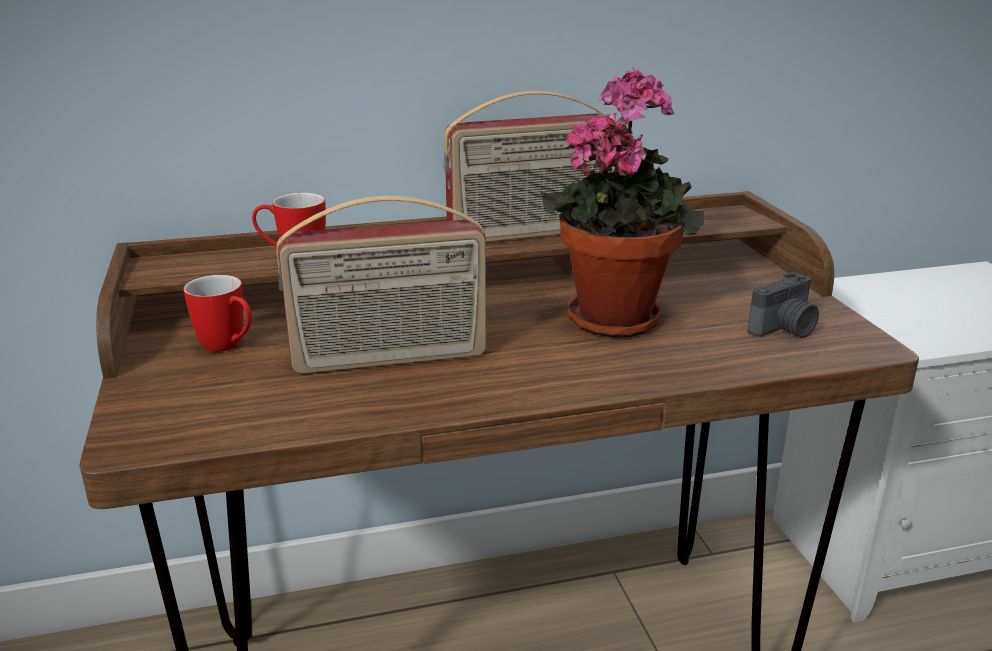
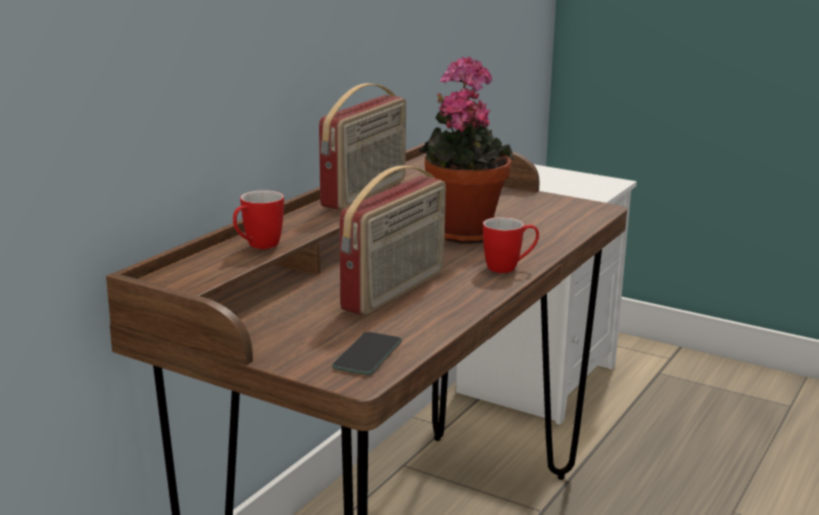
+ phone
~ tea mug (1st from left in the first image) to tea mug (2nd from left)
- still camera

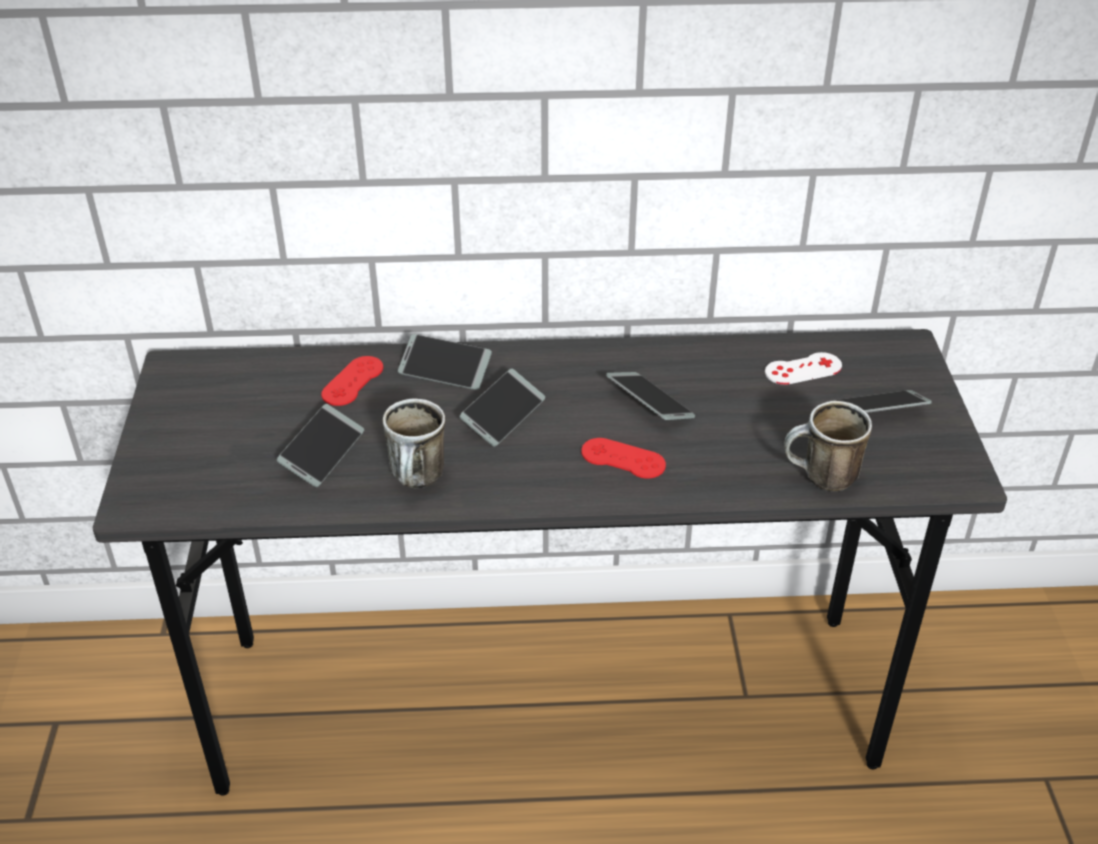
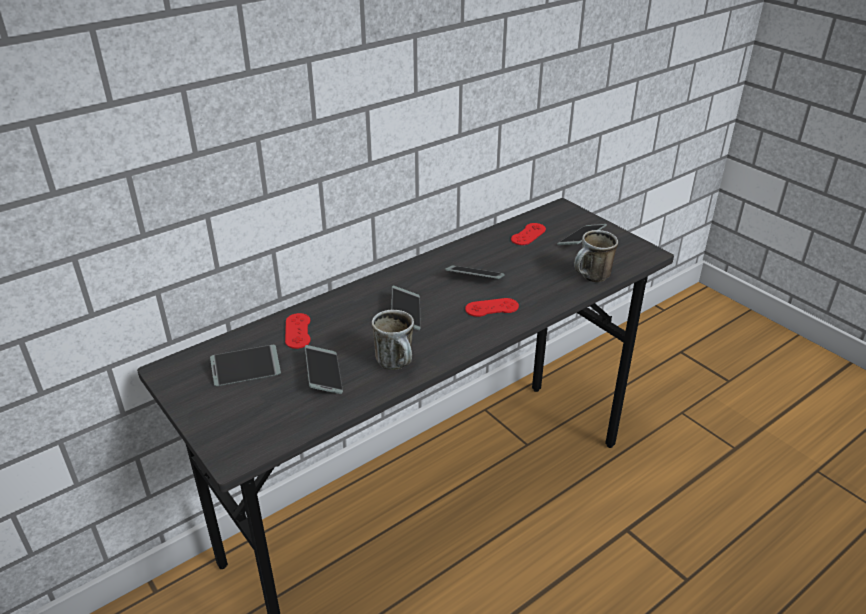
~ phone (2nd from left in the first image) to phone (1st from left)
~ gamepad (white-coloured) to gamepad (reddish) (3rd from left)

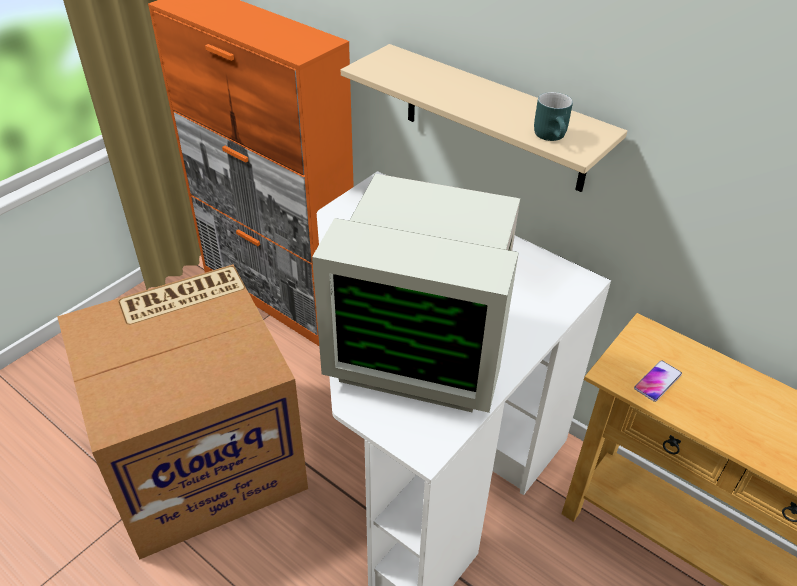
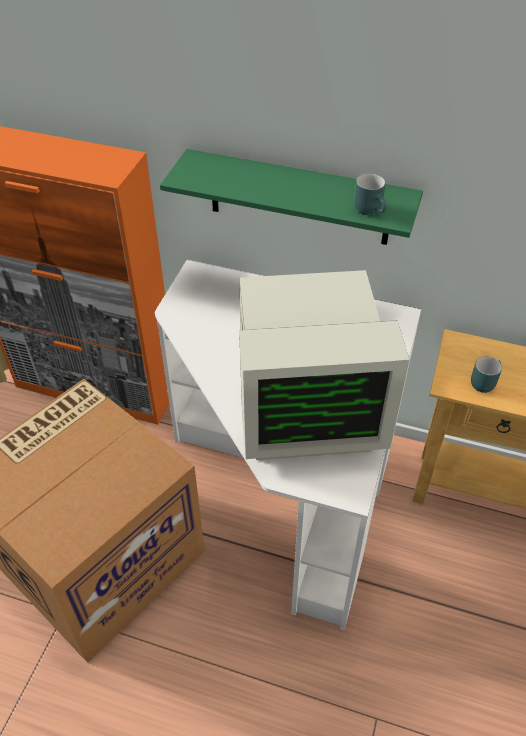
~ shelf (sand-coloured) to shelf (green-coloured)
~ phone to tea mug (turquoise-coloured) (2nd from left)

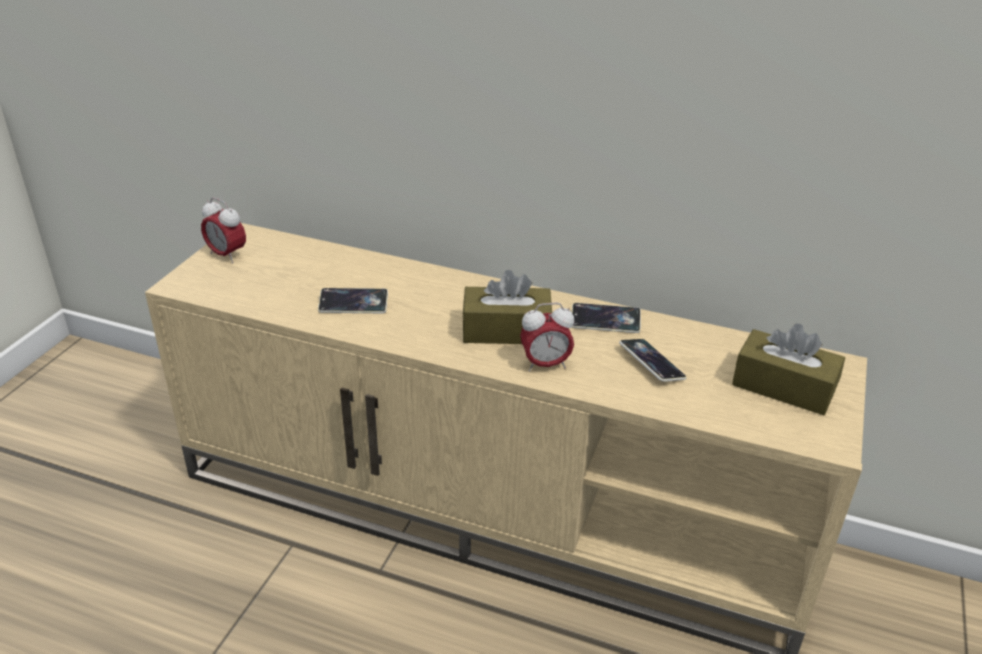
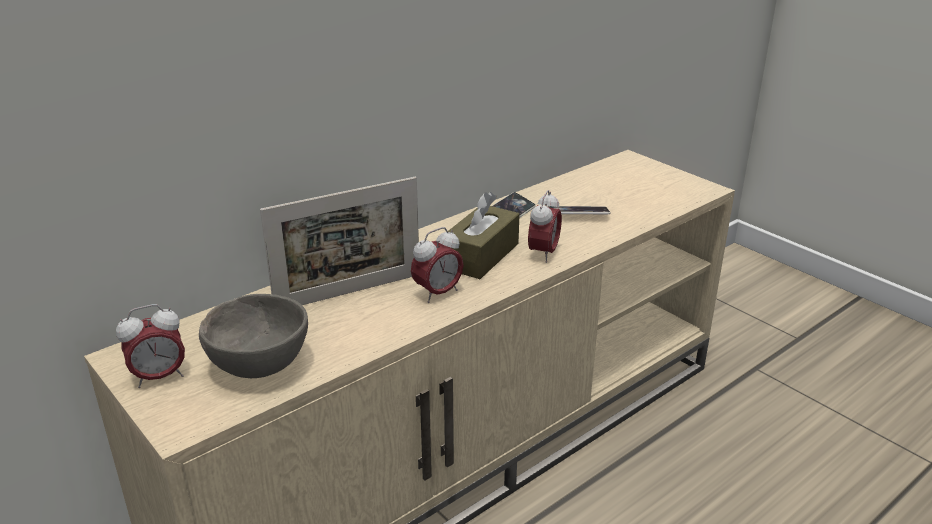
+ serving bowl (greyish)
+ picture frame
+ table clock (2nd from left)
- phone (1st from left)
- tissue box (brown) (2nd from left)

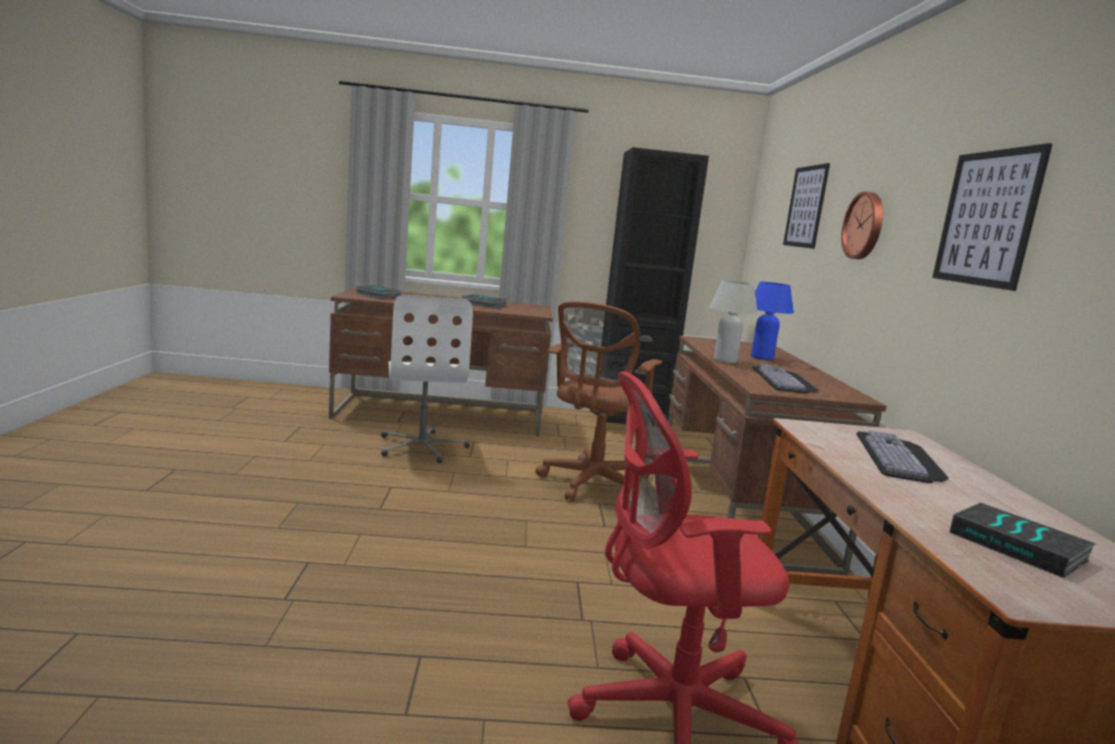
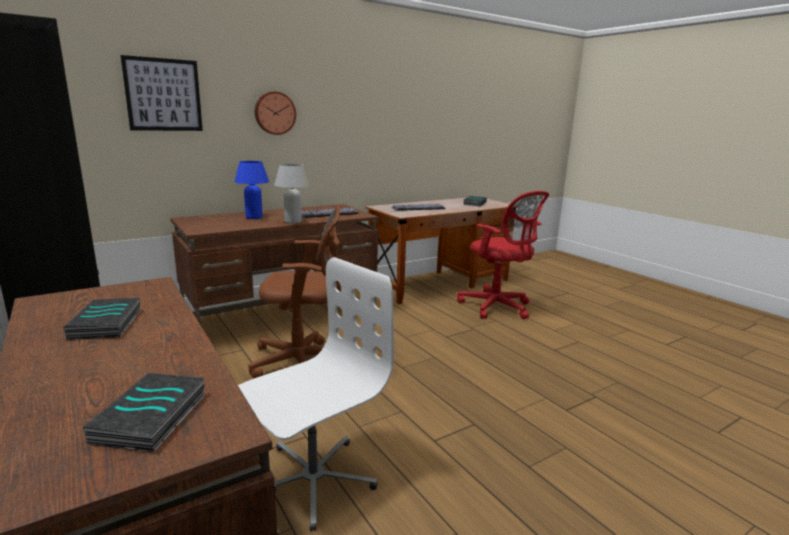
- picture (2nd from left)

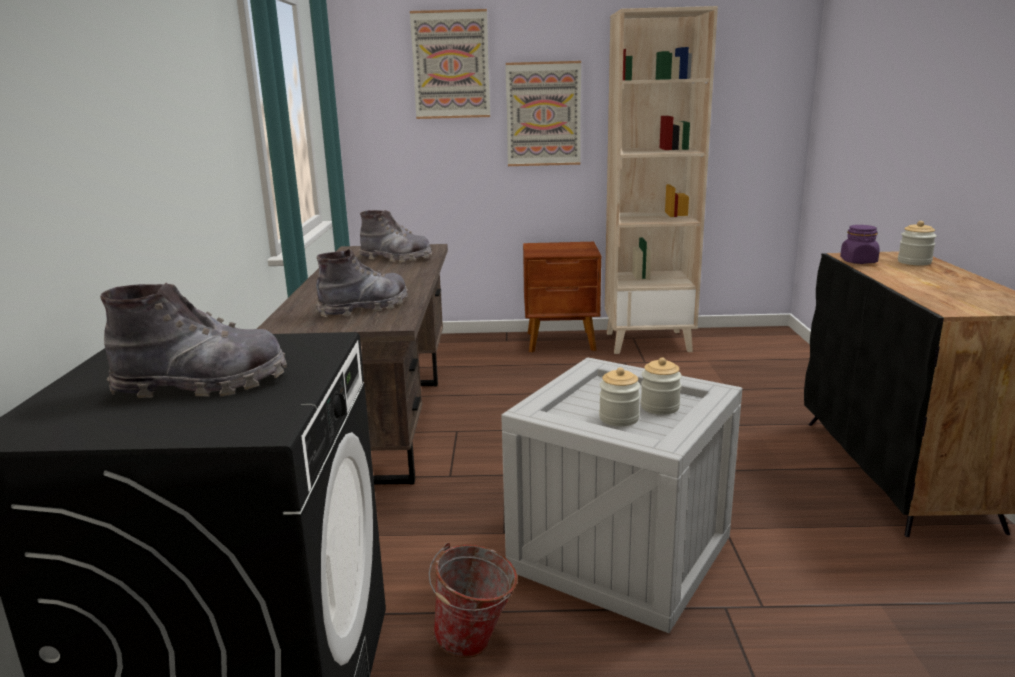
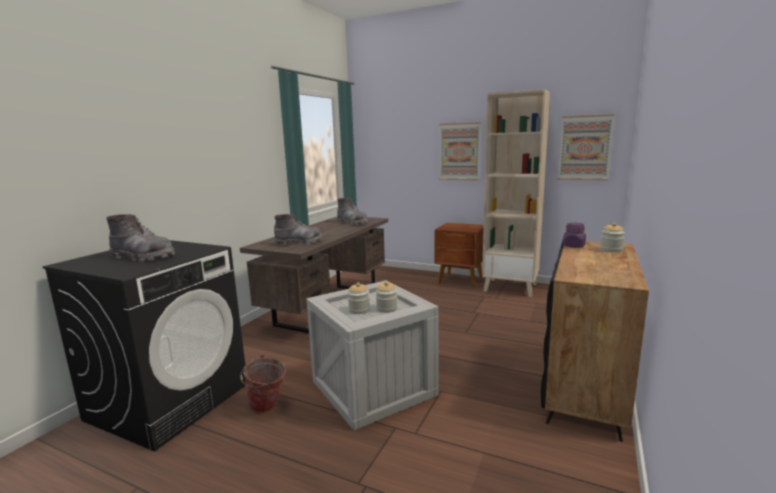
~ picture (1st from left in the first image) to picture (2nd from left)

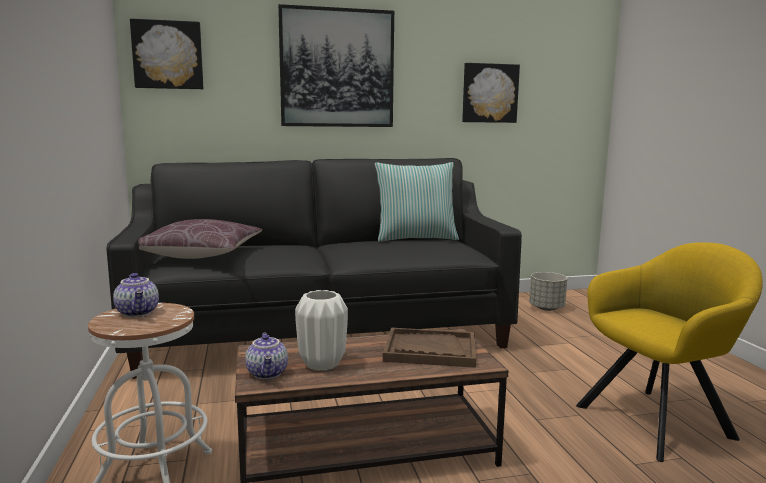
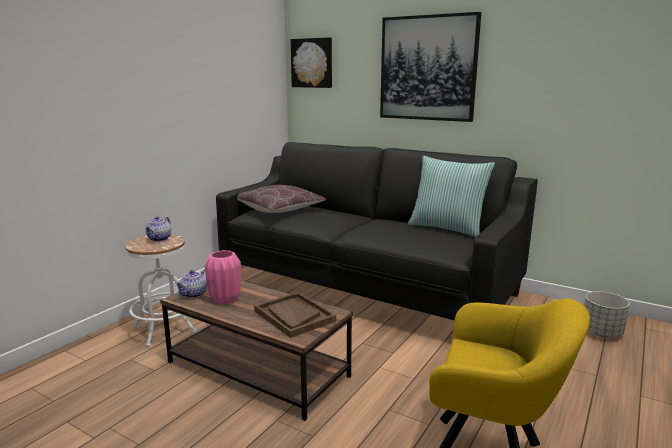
~ decorative vase (white-coloured) to decorative vase (pink)
- picture (3rd from left)

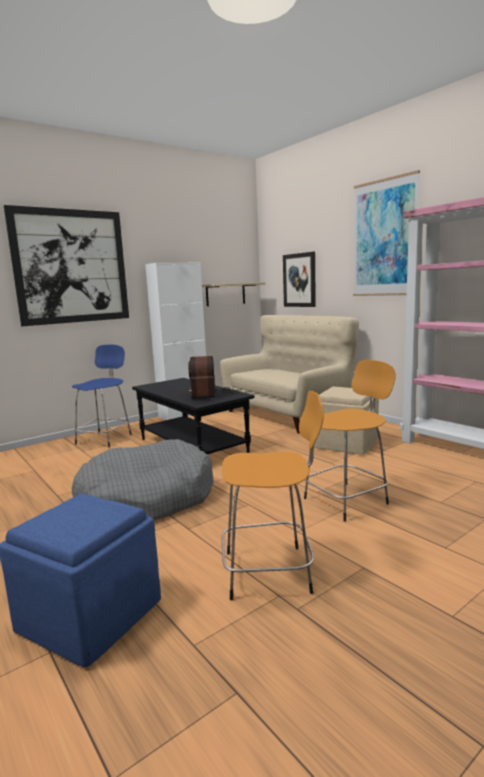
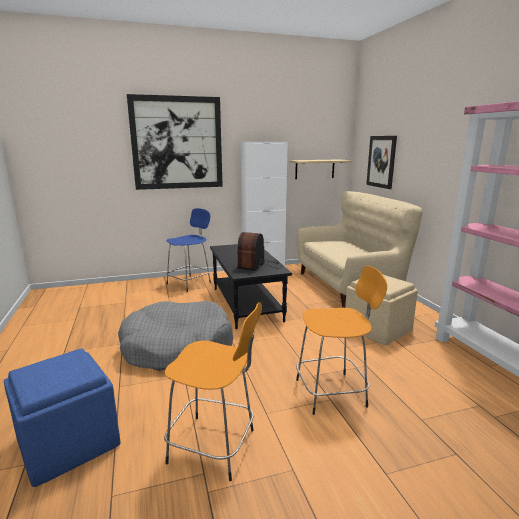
- picture (3rd from left)

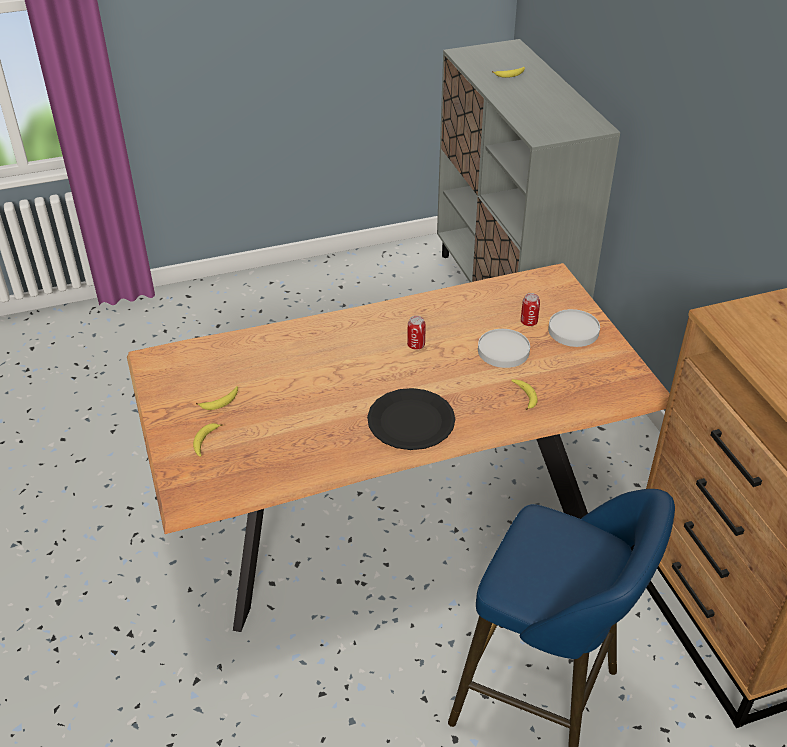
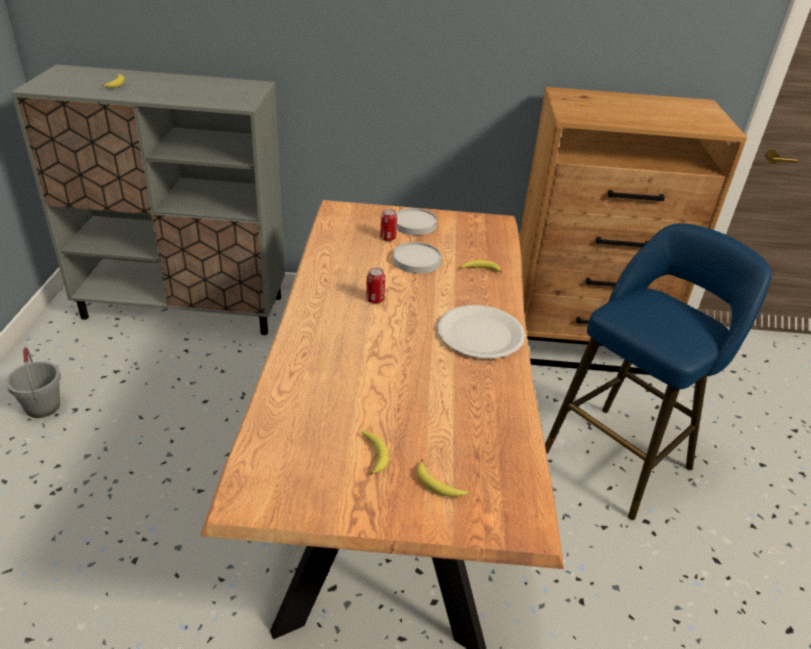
+ pail (greyish)
~ flat dish (black-coloured) to flat dish (white-coloured) (3rd from left)

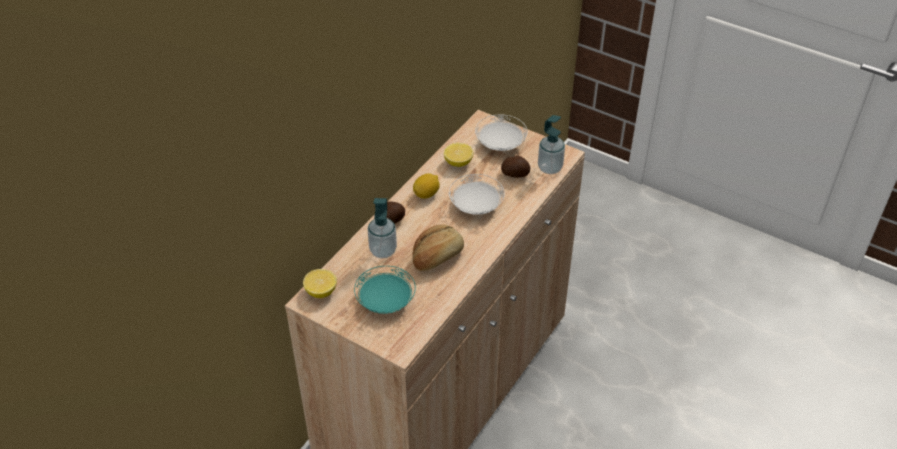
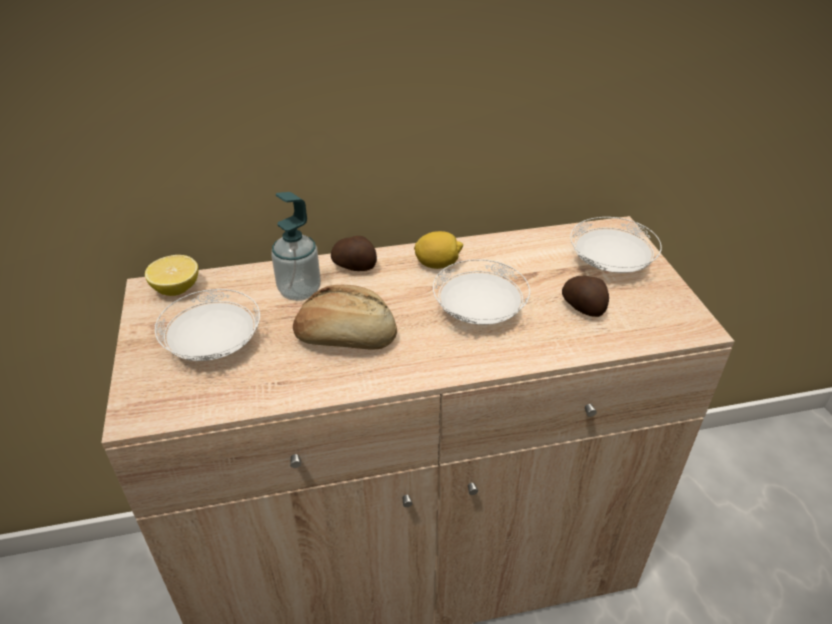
~ flat dish (turquoise-coloured) to flat dish (white-coloured) (1st from left)
- citrus fruit (3rd from left)
- soap dispenser (2nd from left)

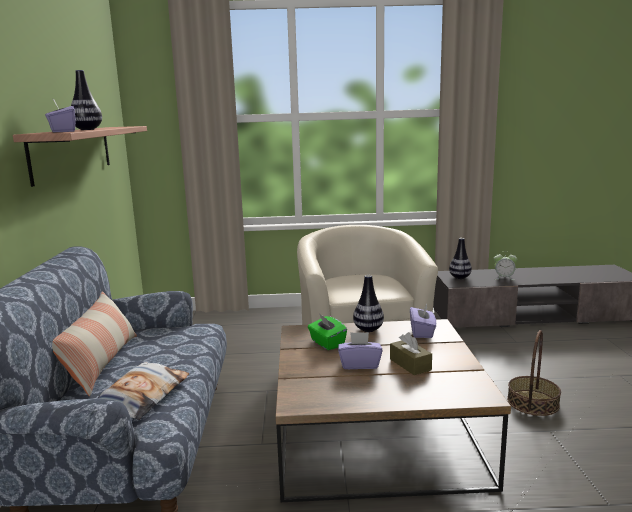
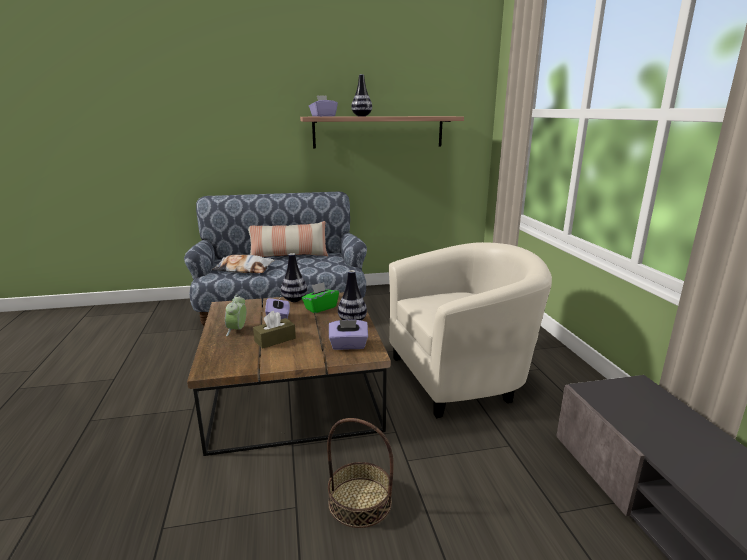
~ table clock
~ decorative vase (3rd from left in the first image) to decorative vase (1st from left)

